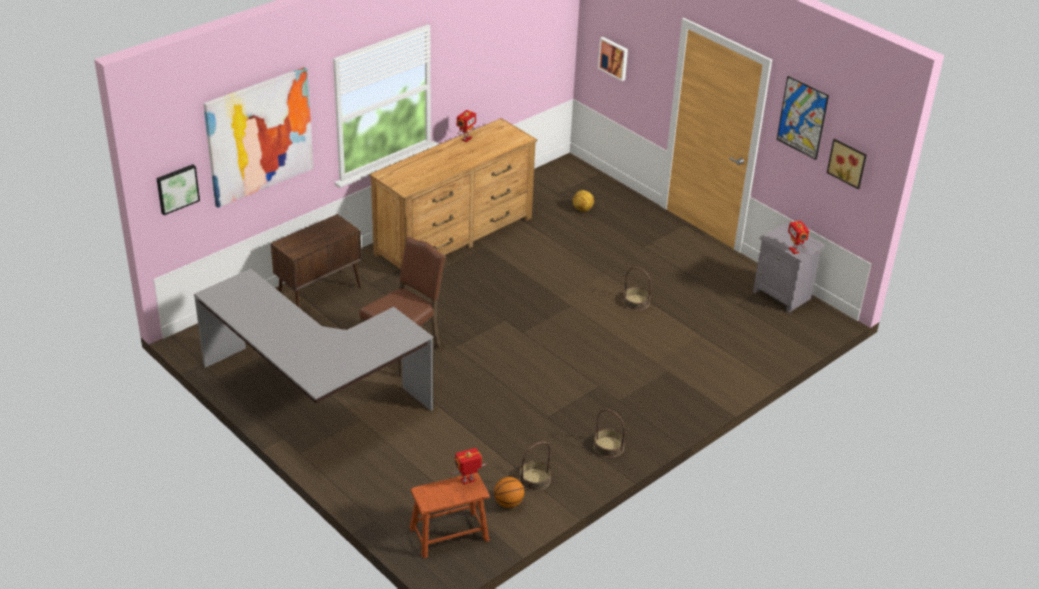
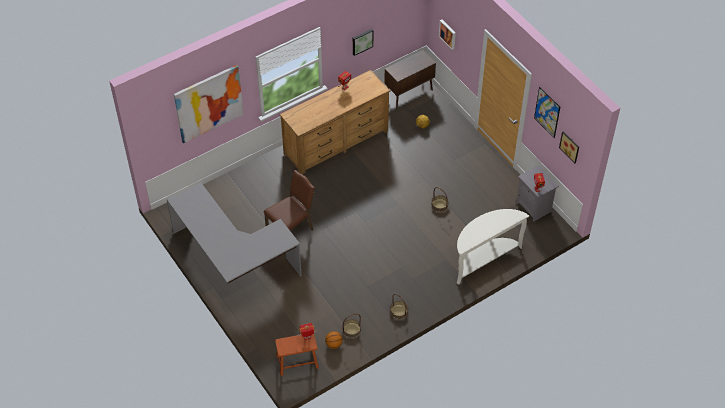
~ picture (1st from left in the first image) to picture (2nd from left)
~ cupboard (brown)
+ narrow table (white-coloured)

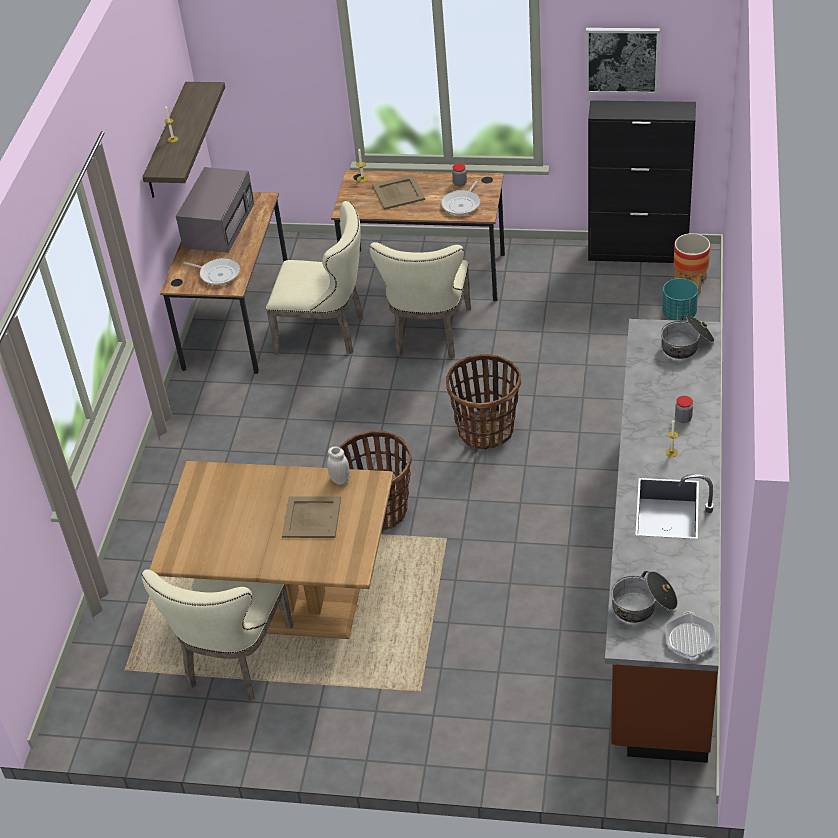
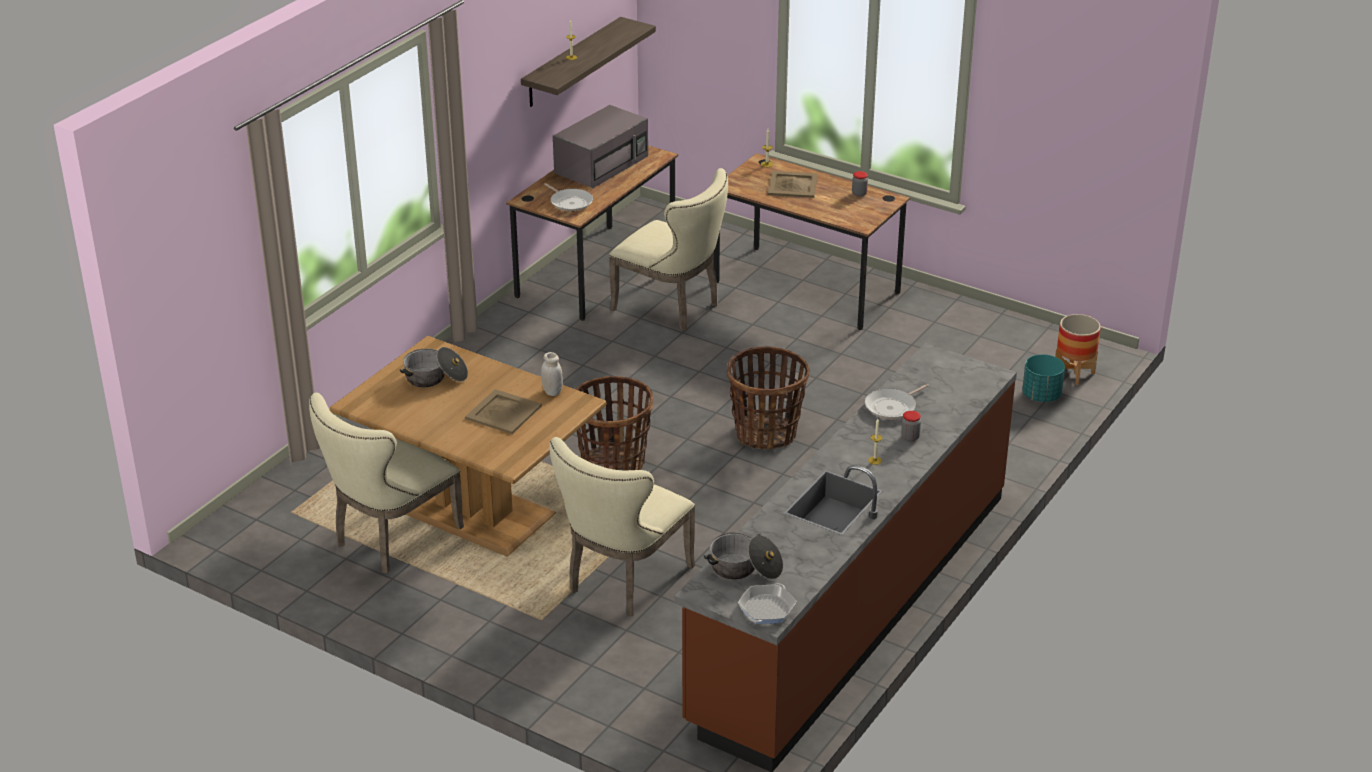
~ saucepot (2nd from left in the first image) to saucepot (1st from left)
~ upright chair (sand-coloured) (3rd from left in the first image) to upright chair (sand-coloured) (2nd from left)
~ pan (2nd from left in the first image) to pan (3rd from left)
- picture
- cupboard (black-coloured)

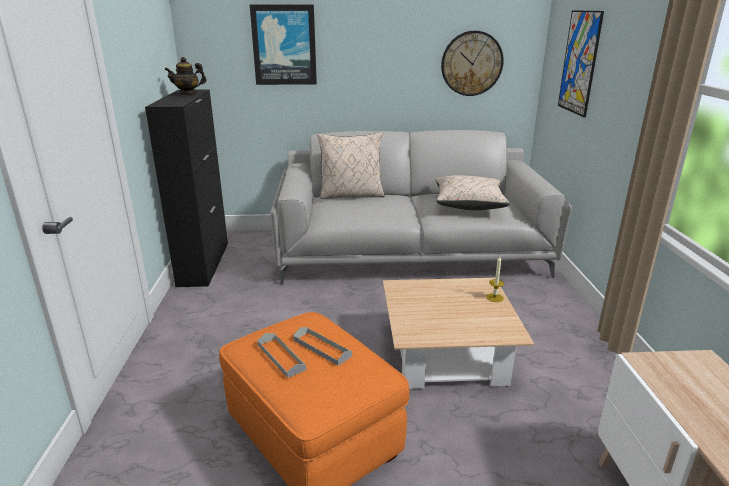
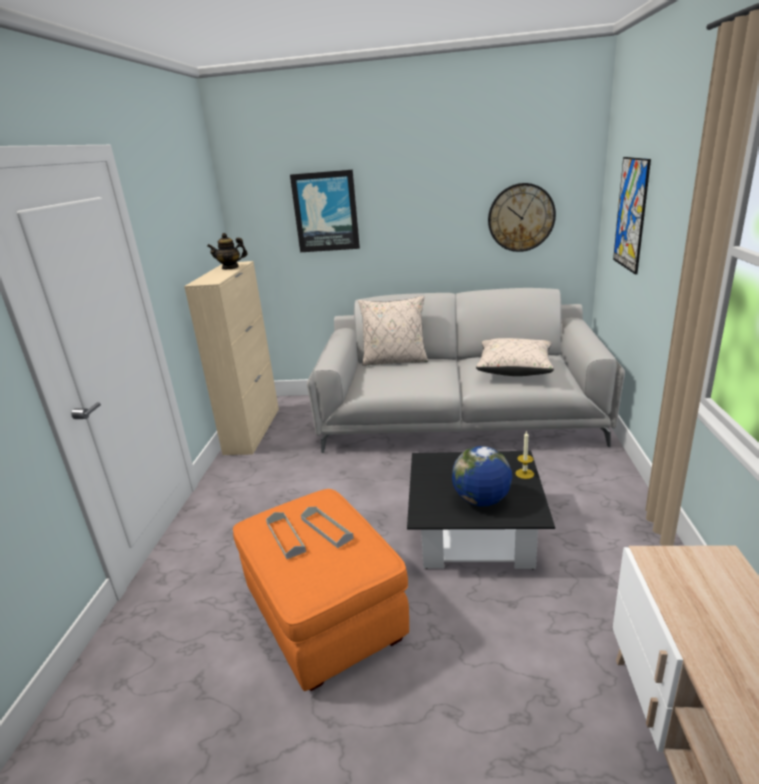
~ cupboard (black-coloured) to cupboard (sand-coloured)
~ low table (sand-coloured) to low table (black-coloured)
+ world globe

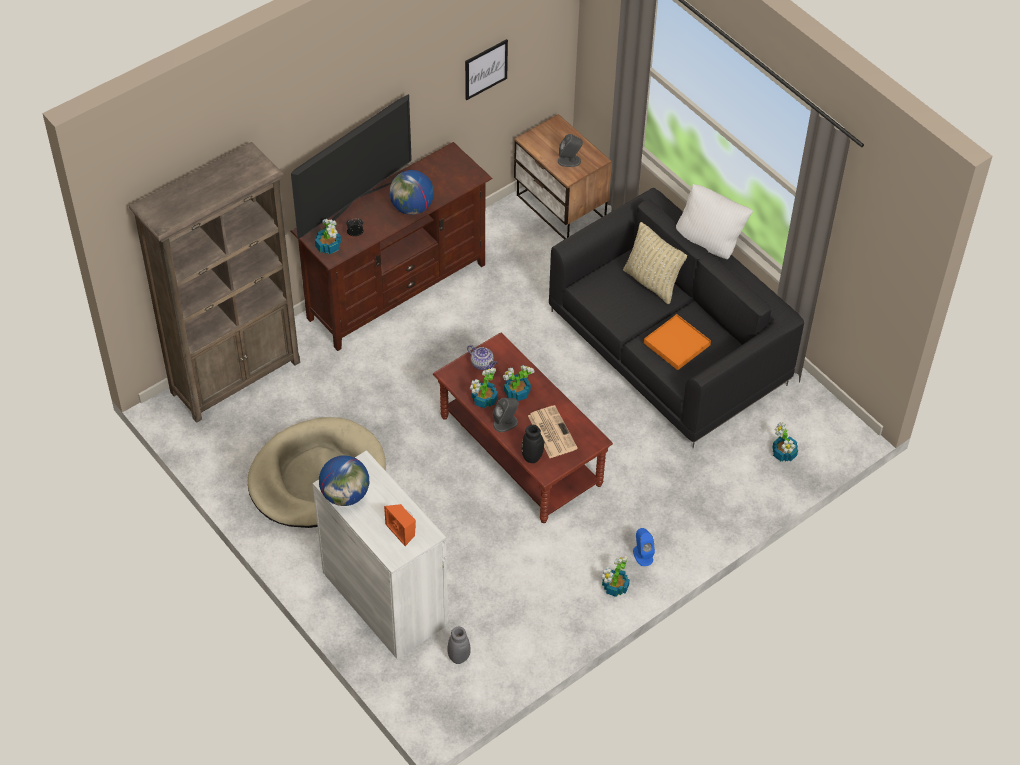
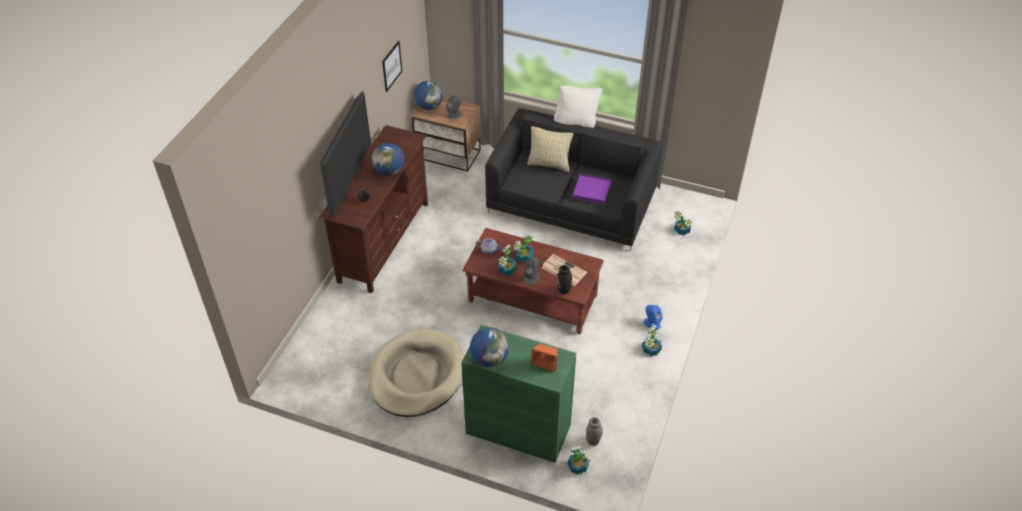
+ world globe (2nd from left)
~ cupboard (white-coloured) to cupboard (green-coloured)
~ potted plant (1st from left in the first image) to potted plant (3rd from left)
~ serving tray (orange) to serving tray (purplish)
- bookshelf (brown)

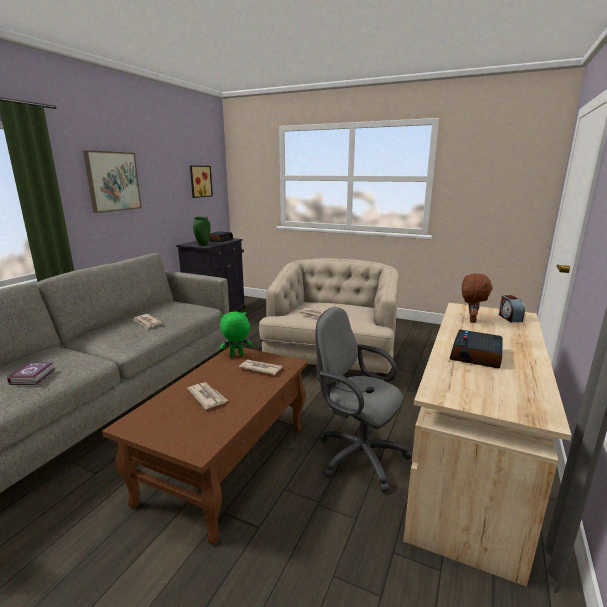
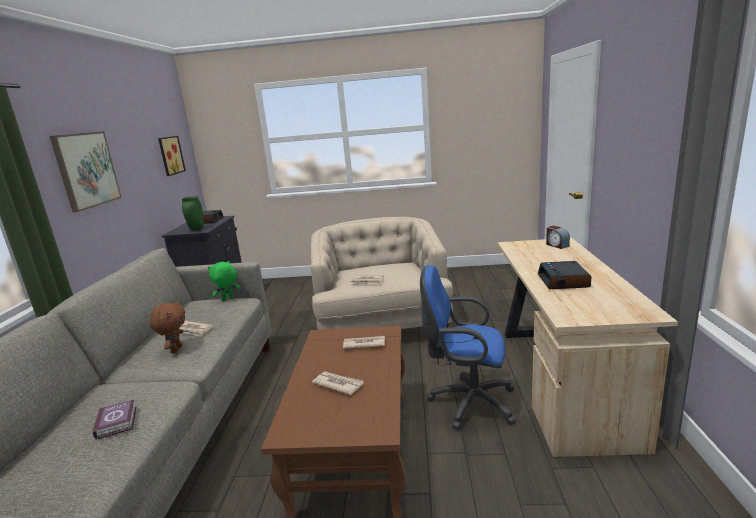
~ cuddly toy (brown)
~ cuddly toy (green-coloured)
~ office chair (greyish) to office chair (bluish)

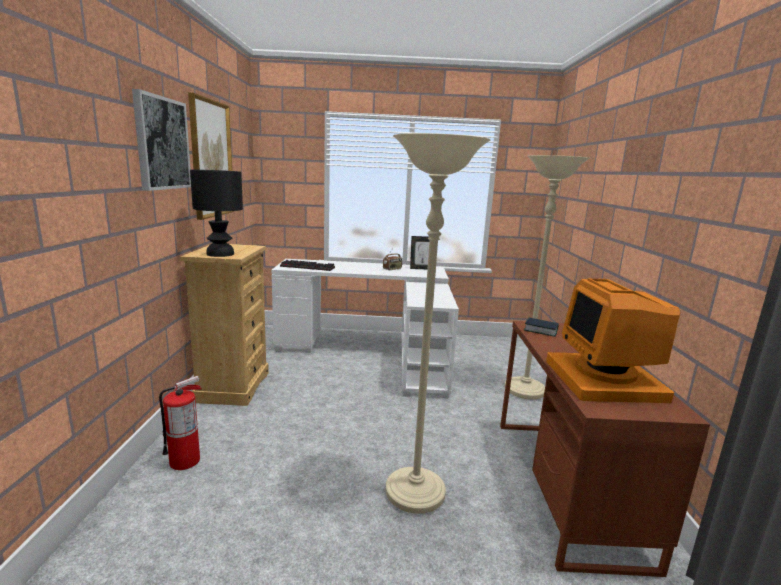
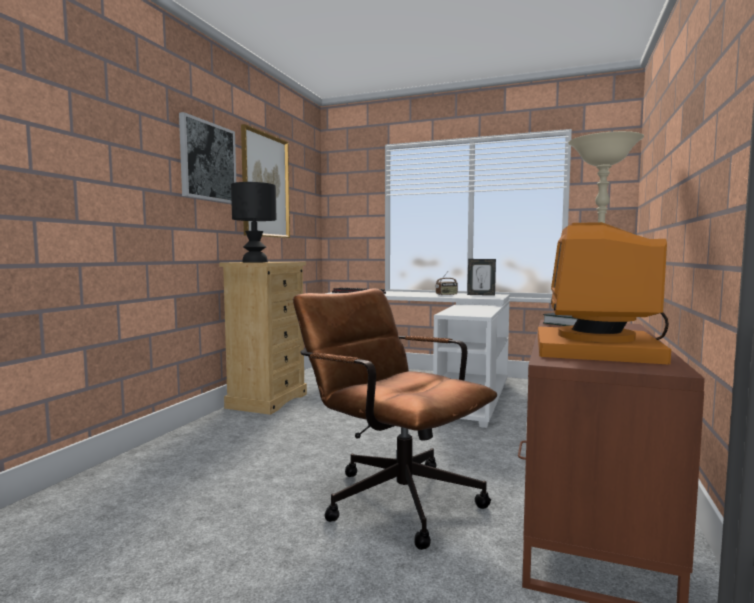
~ standing lamp (sand-coloured) (1st from left) to office chair (brown)
- fire-fighting cylinder

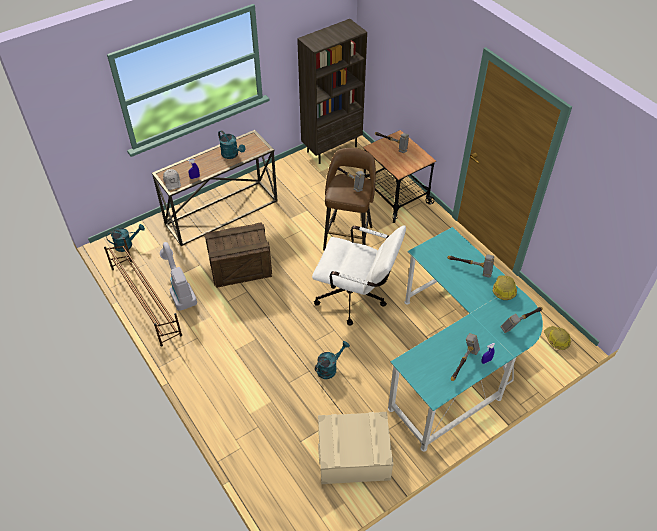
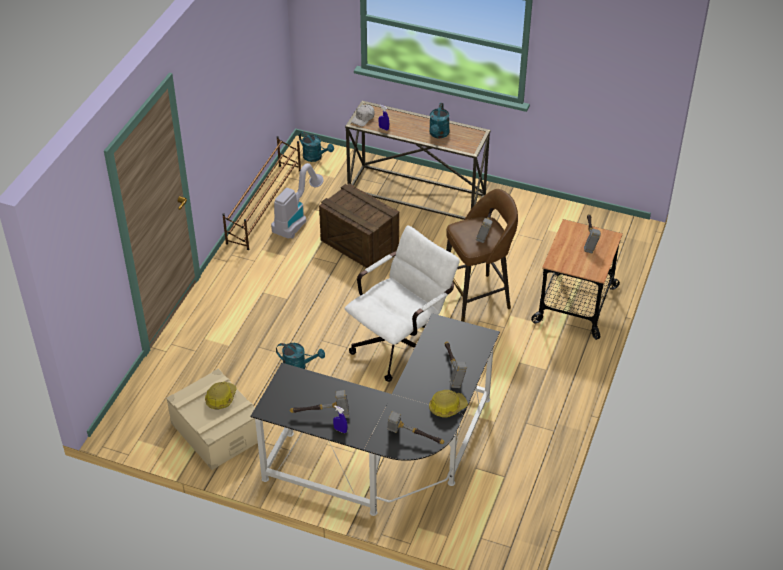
~ work helmet (2nd from left in the first image) to work helmet (1st from left)
~ desk table (turquoise-coloured) to desk table (black-coloured)
~ office chair (white-coloured) 120 degrees counterclockwise
- bookshelf (brown)

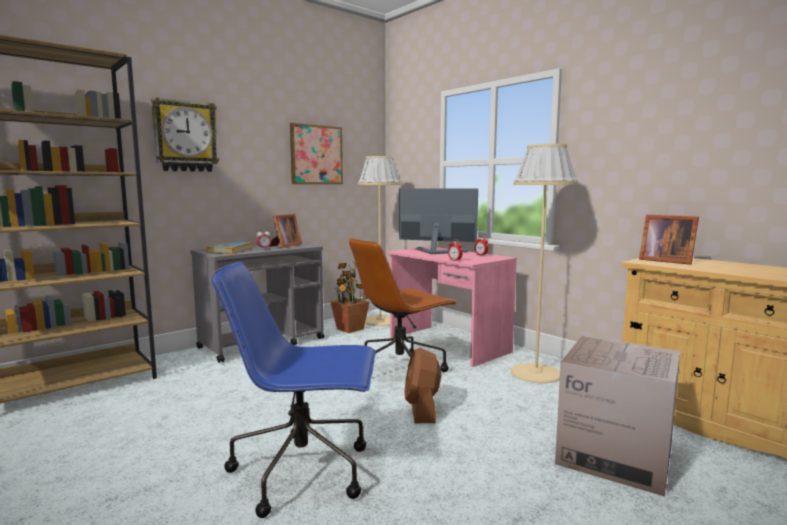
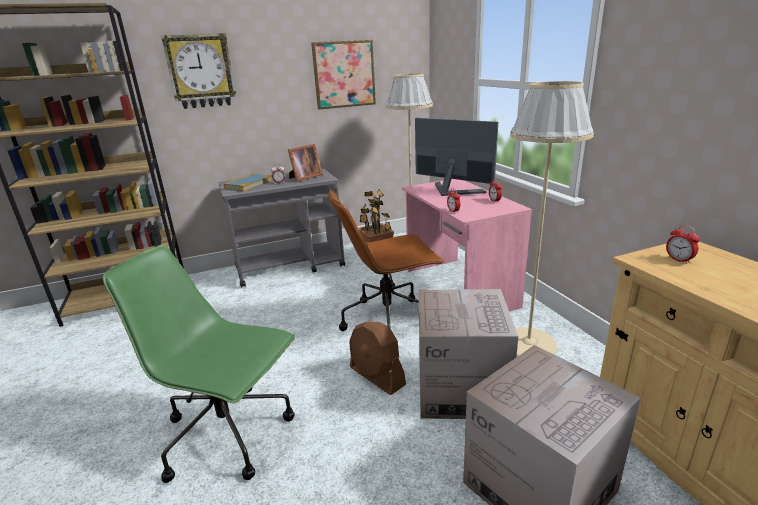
~ office chair (bluish) to office chair (green-coloured)
~ fan (brown) 60 degrees counterclockwise
+ packing box (1st from left)
~ picture frame (2nd from left) to table clock (4th from left)

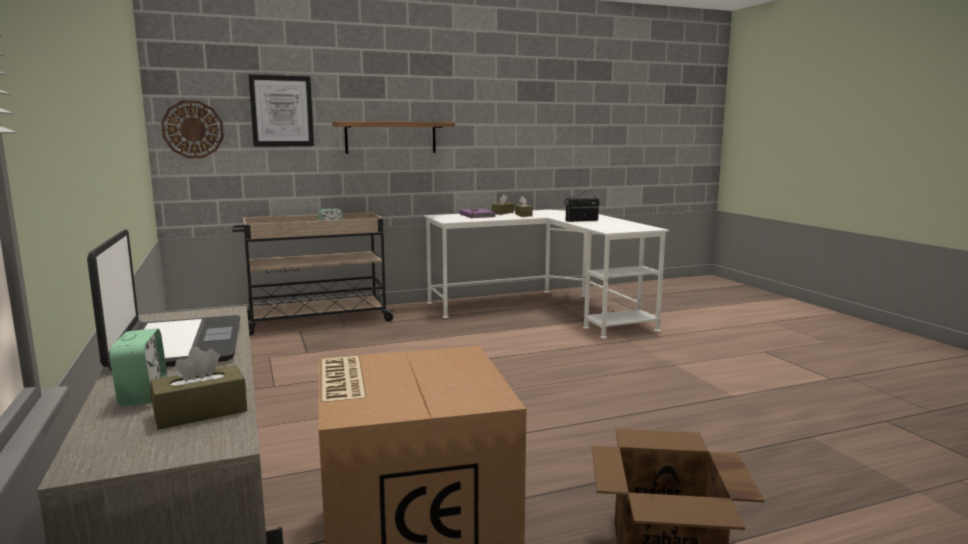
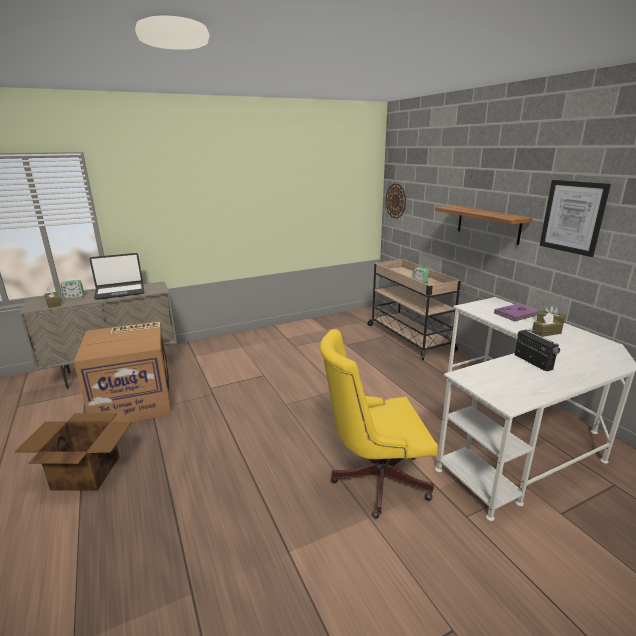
+ office chair (yellow)
~ picture

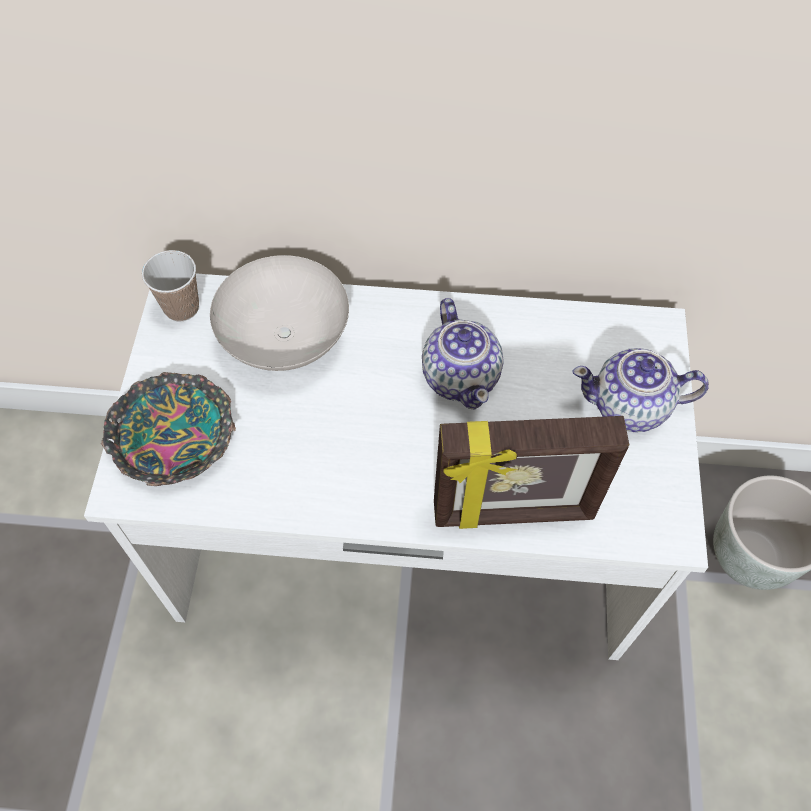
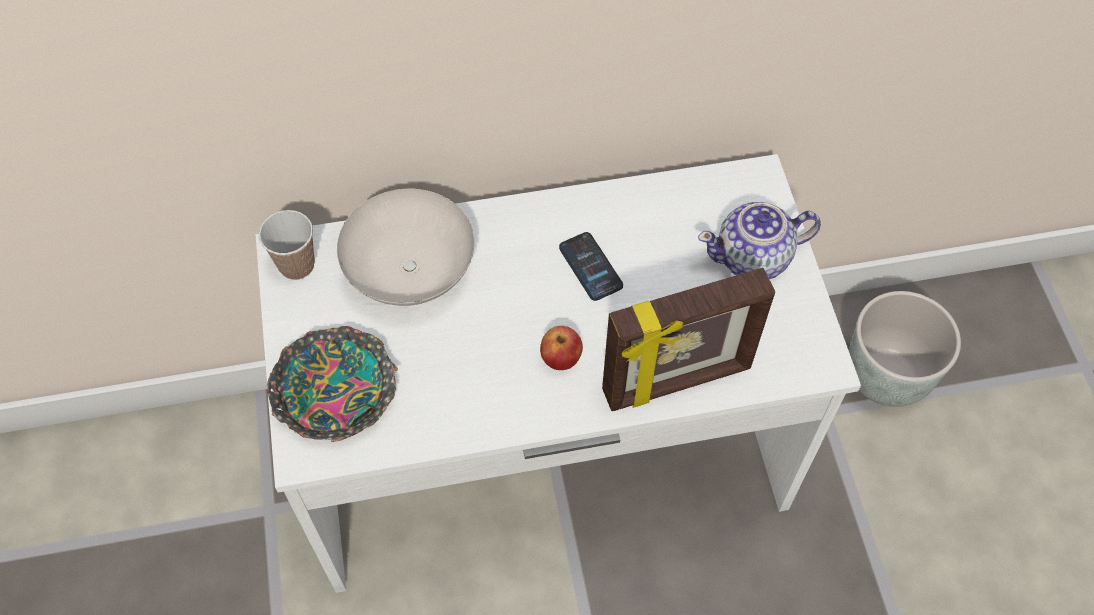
+ apple
~ pot for tea (1st from left) to phone

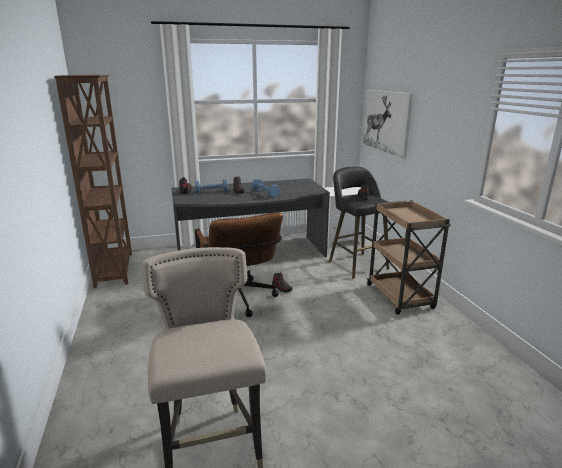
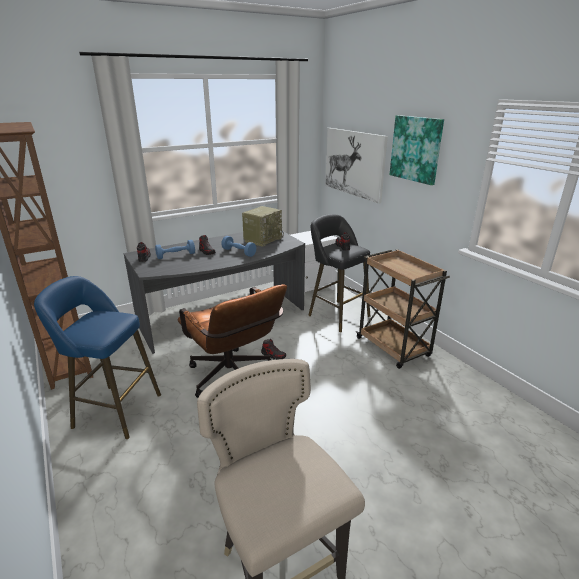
+ stool (bluish)
+ radio
+ picture (2nd from left)

